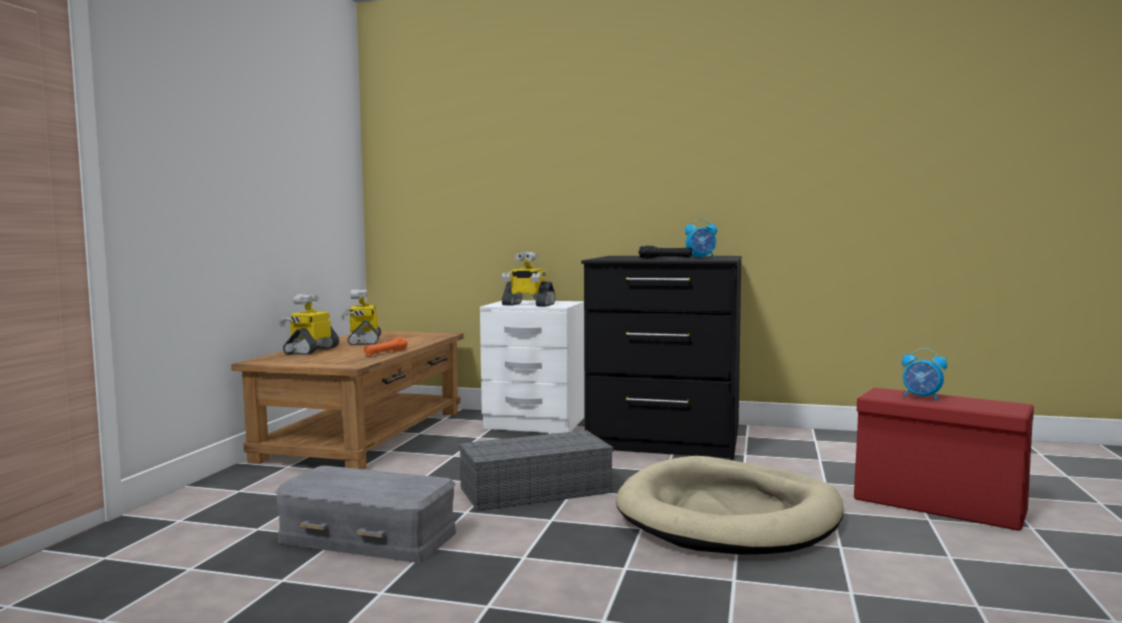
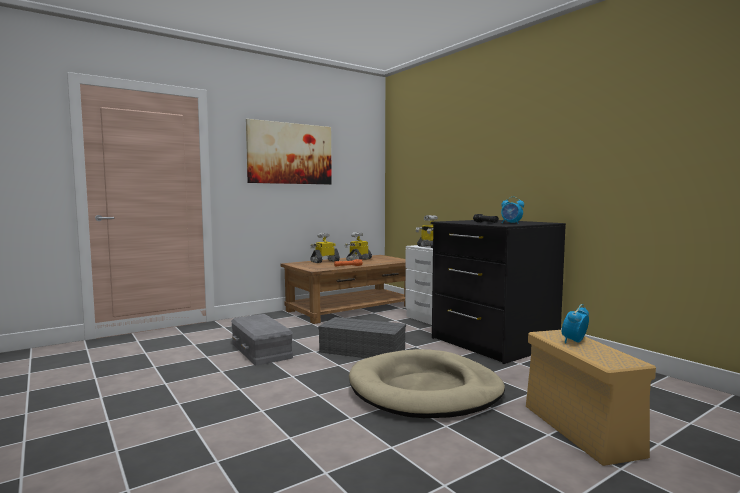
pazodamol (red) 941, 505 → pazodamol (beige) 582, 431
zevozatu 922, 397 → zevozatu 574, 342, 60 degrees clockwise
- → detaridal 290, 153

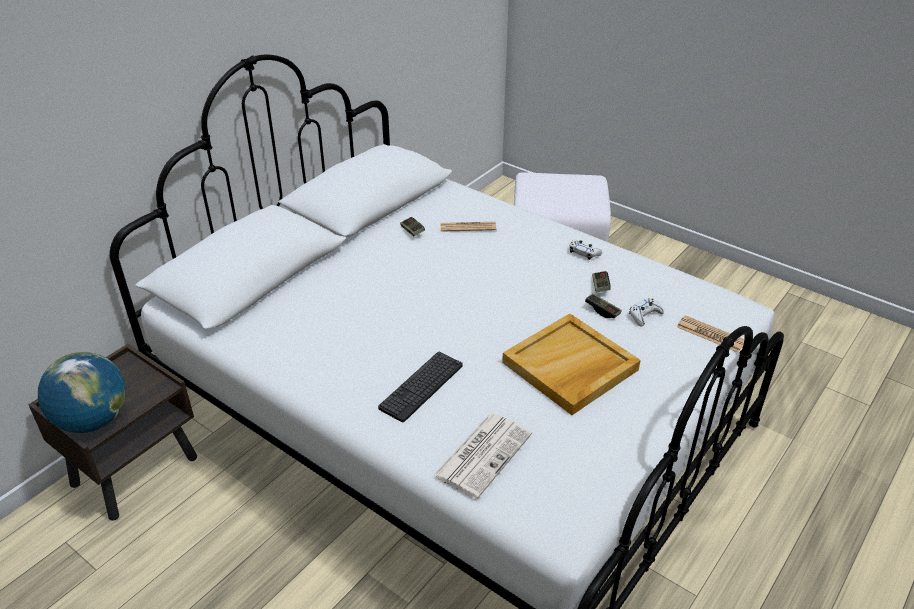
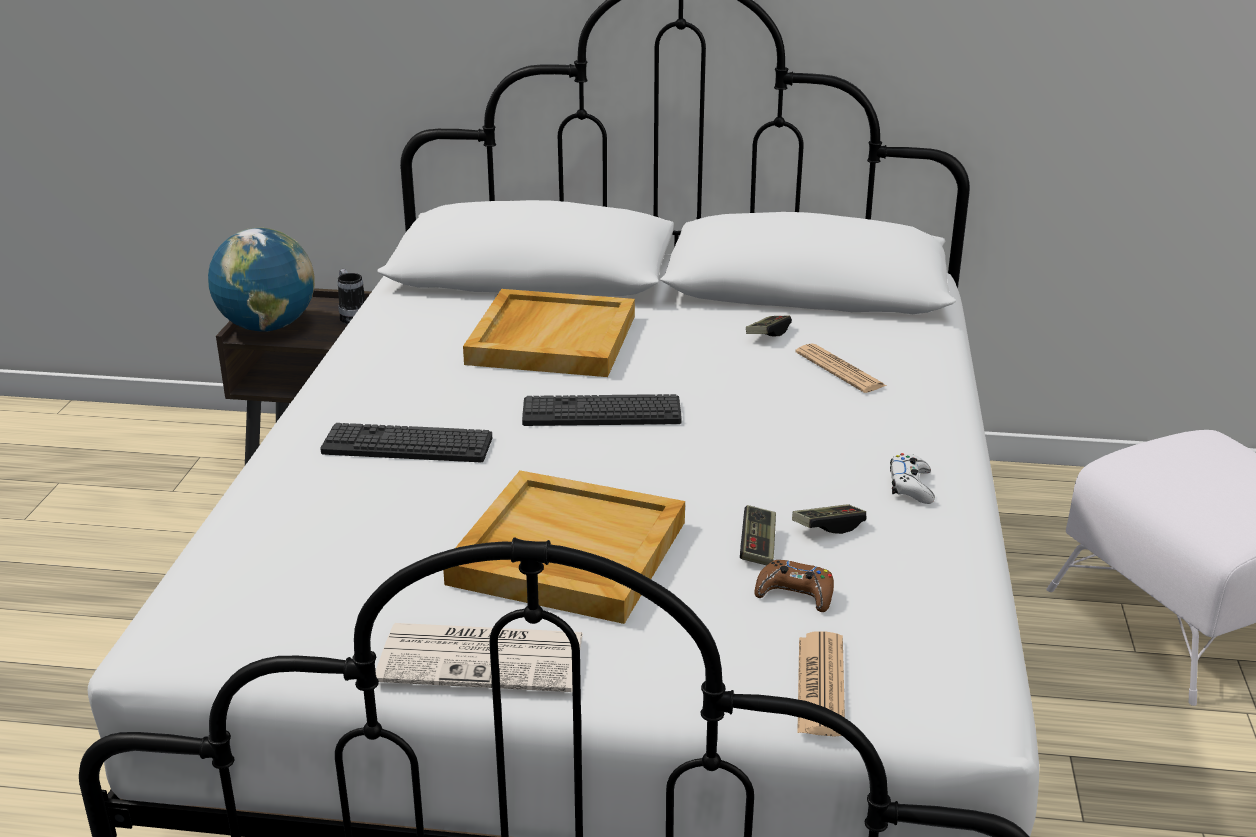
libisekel 483, 454 → libisekel 484, 658, moved
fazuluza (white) 644, 315 → fazuluza (brown) 795, 594
- → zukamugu 352, 317
- → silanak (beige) 551, 339
- → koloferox 601, 413

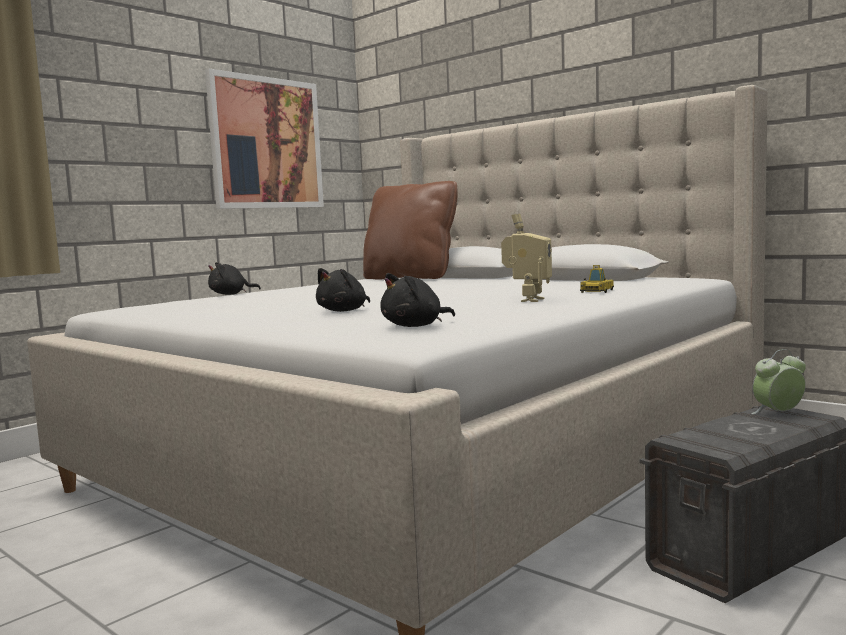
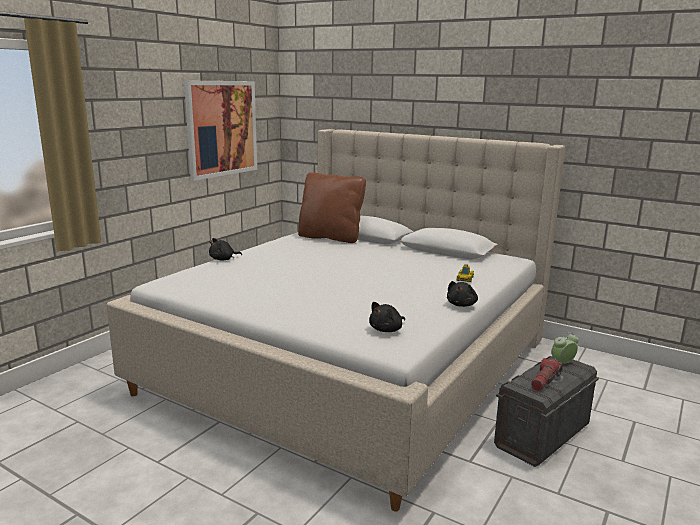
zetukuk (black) 344, 311 → zetukuk (black) 462, 305, moved
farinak 527, 300 → -
- → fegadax 545, 381

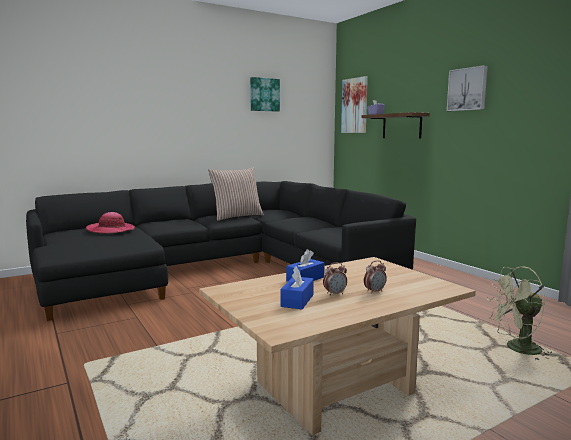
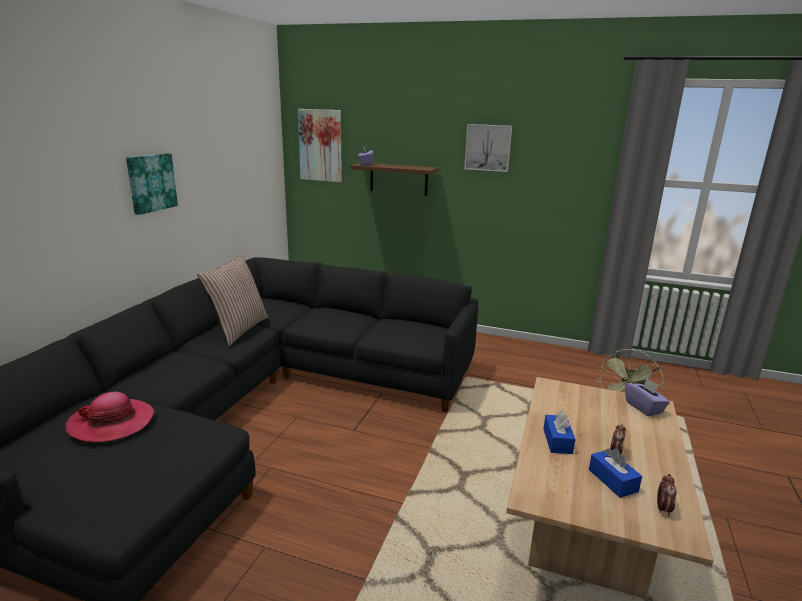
detaridal 264, 94 → detaridal 151, 182, moved
zevozatu 374, 291 → zevozatu 663, 509, moved
- → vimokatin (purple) 644, 407

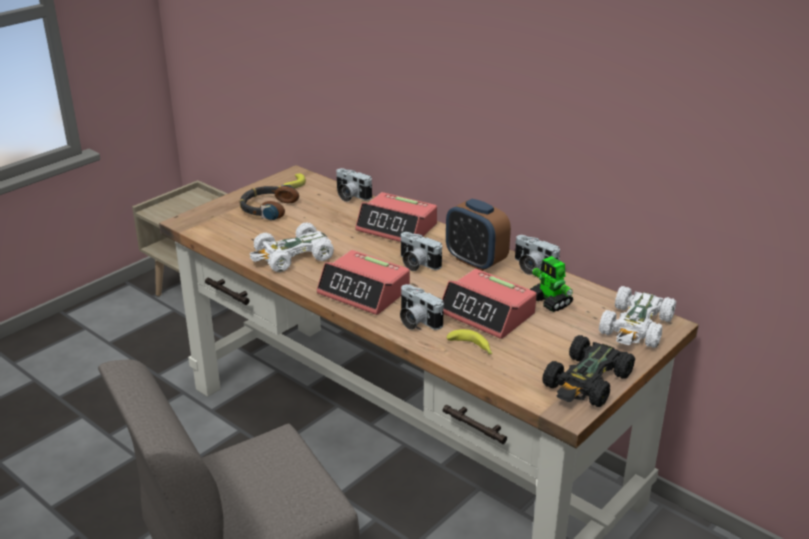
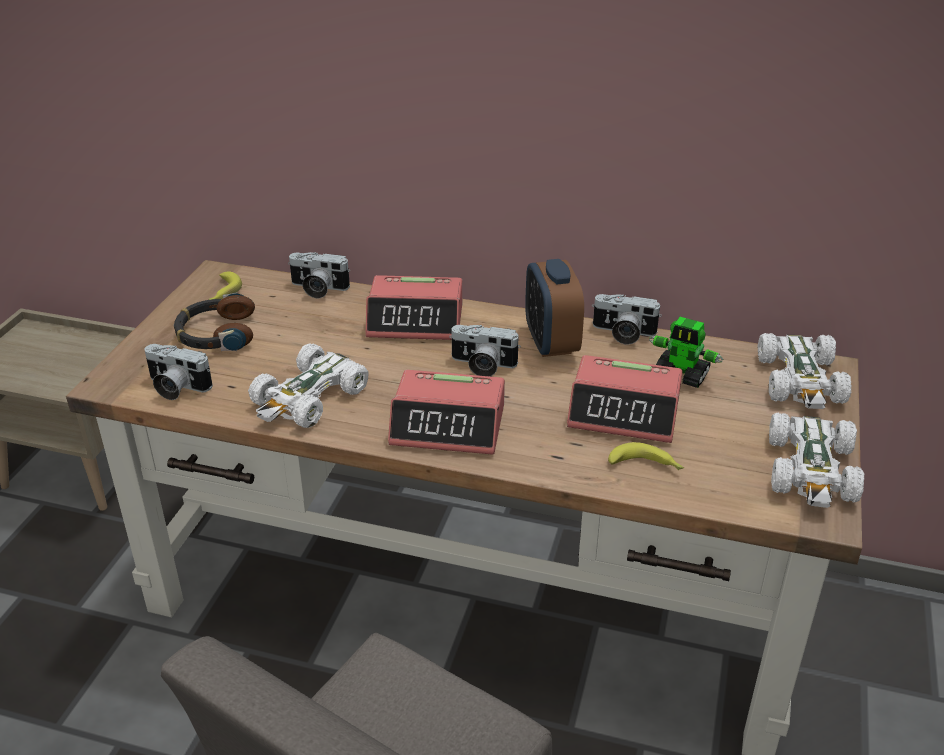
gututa 416, 321 → gututa 175, 387, moved
zevozatu 475, 261 → zevozatu 551, 342, 60 degrees clockwise
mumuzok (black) 587, 381 → mumuzok (white) 812, 471

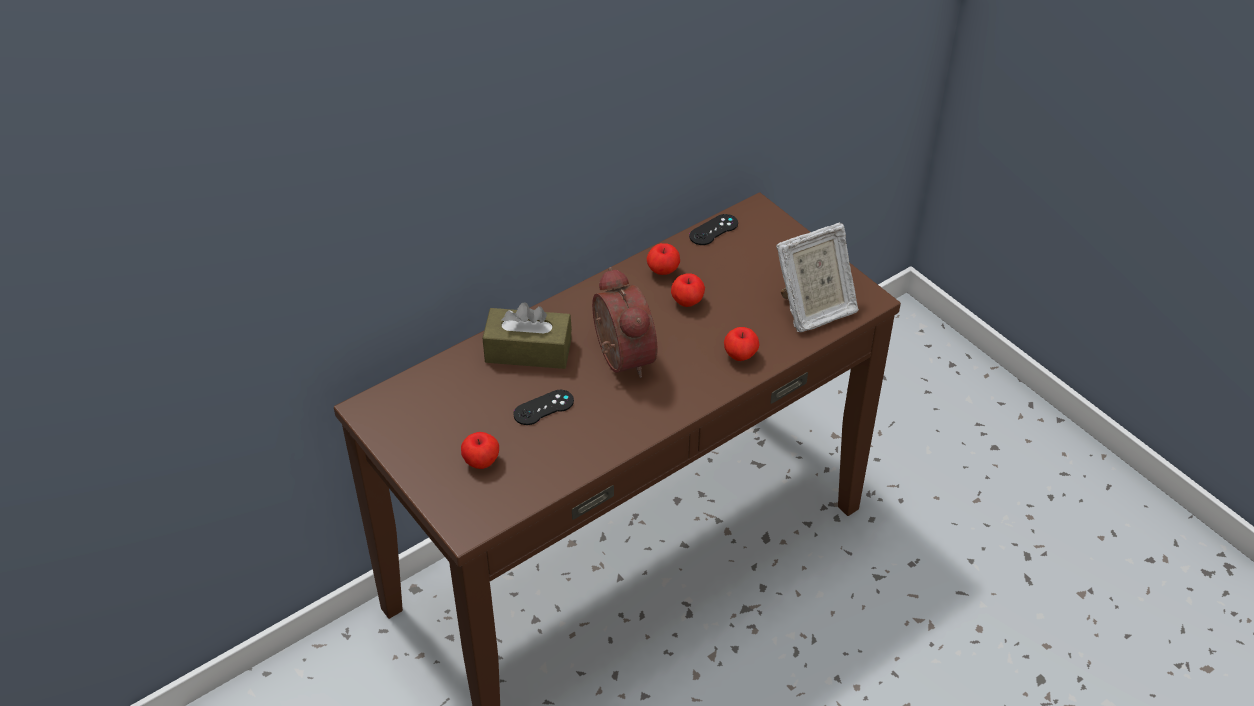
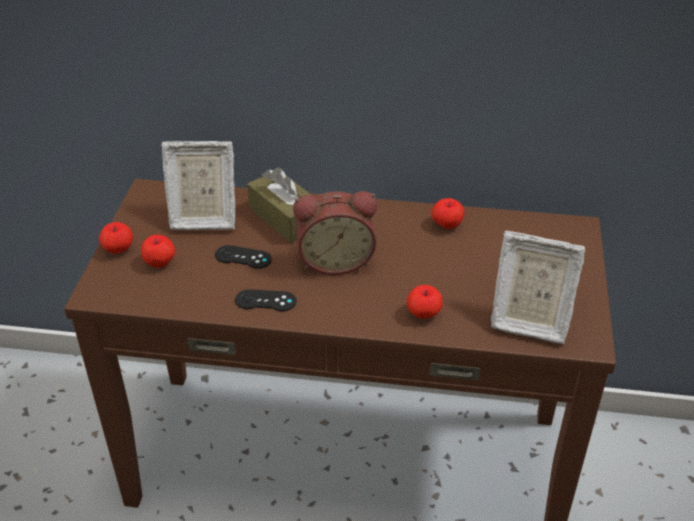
zevozatu 619, 358 → zevozatu 335, 260, 60 degrees clockwise
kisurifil 687, 302 → kisurifil 118, 250, moved
fazuluza (black) 713, 230 → fazuluza (black) 265, 301, moved
- → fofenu 203, 218

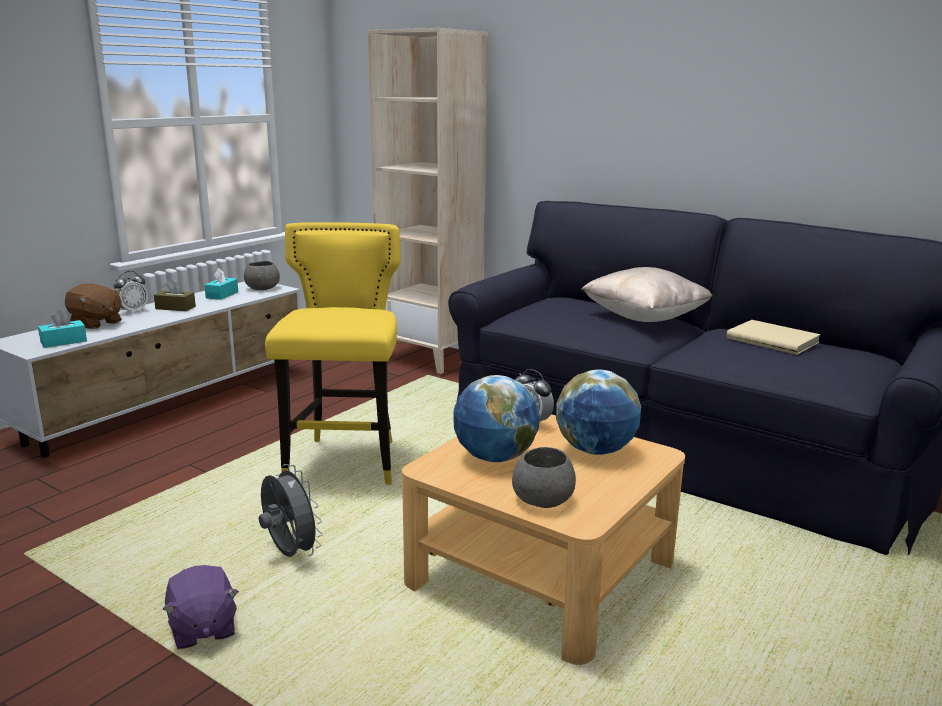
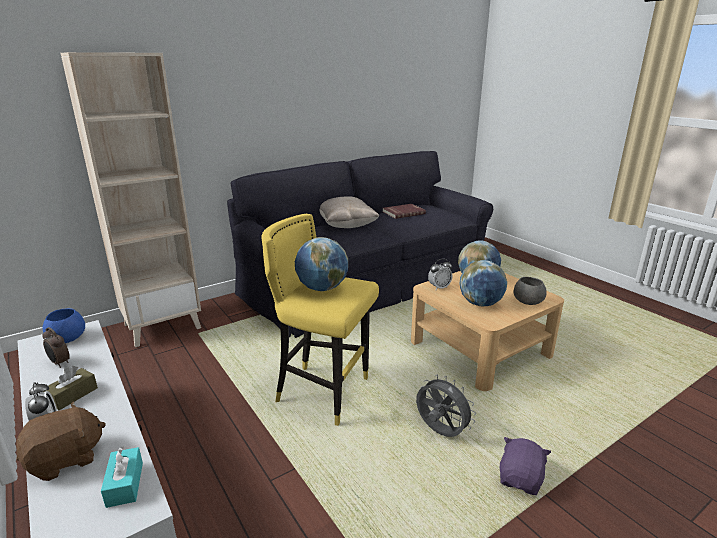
zetukuk (purple) 202, 629 → zetukuk (purple) 521, 479, 60 degrees counterclockwise
vimokatin (turquoise) 222, 295 → zevozatu 59, 363
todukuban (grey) 262, 288 → todukuban (blue) 67, 338
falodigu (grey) 289, 554 → falodigu (grey) 440, 432, 60 degrees clockwise
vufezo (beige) 773, 340 → vufezo (red) 403, 212
- → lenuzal 322, 288

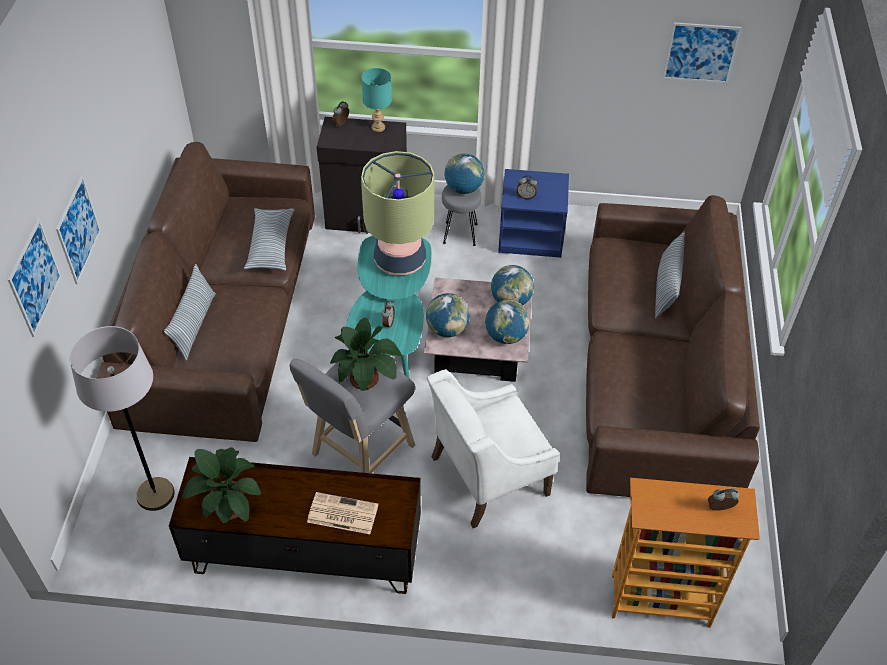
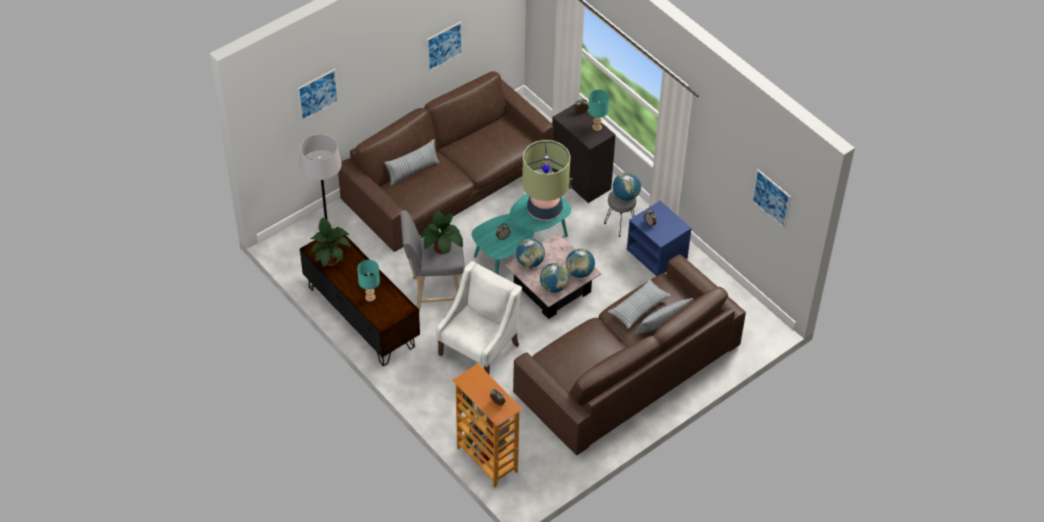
detaridal 78, 229 → detaridal 444, 46, moved
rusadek 271, 245 → rusadek 639, 308, moved
libisekel 341, 514 → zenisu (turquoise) 369, 297
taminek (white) 488, 475 → taminek (white) 479, 349, 105 degrees clockwise

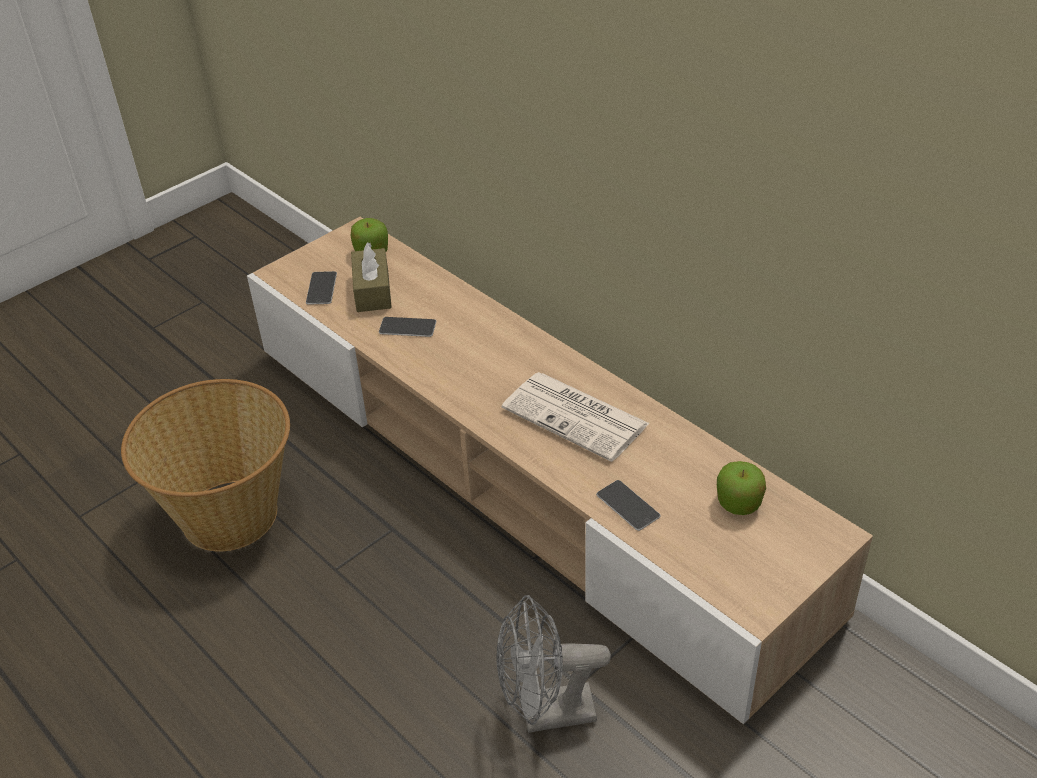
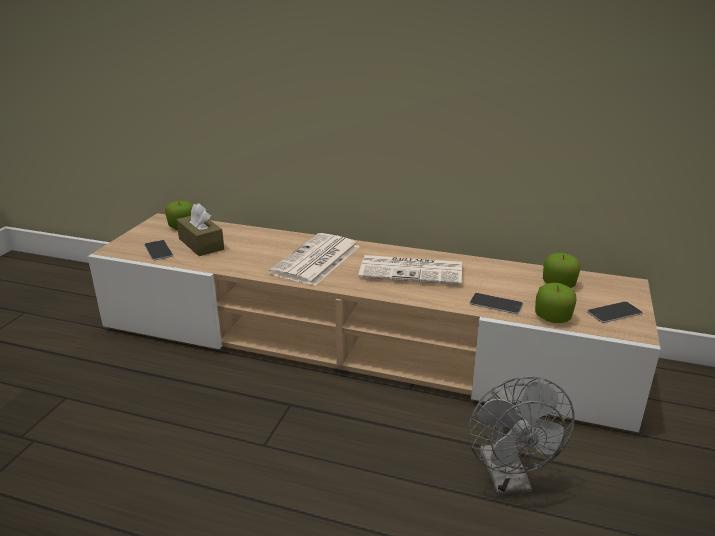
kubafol 229, 513 → -
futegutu 407, 327 → futegutu 614, 312, moved
falodigu (grey) 546, 714 → falodigu (grey) 508, 480, 60 degrees counterclockwise
- → libisekel 316, 260
- → kisurifil 552, 318

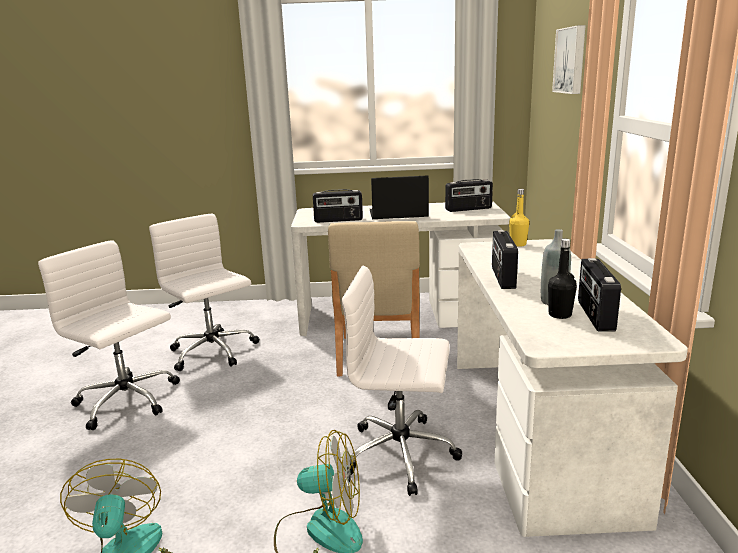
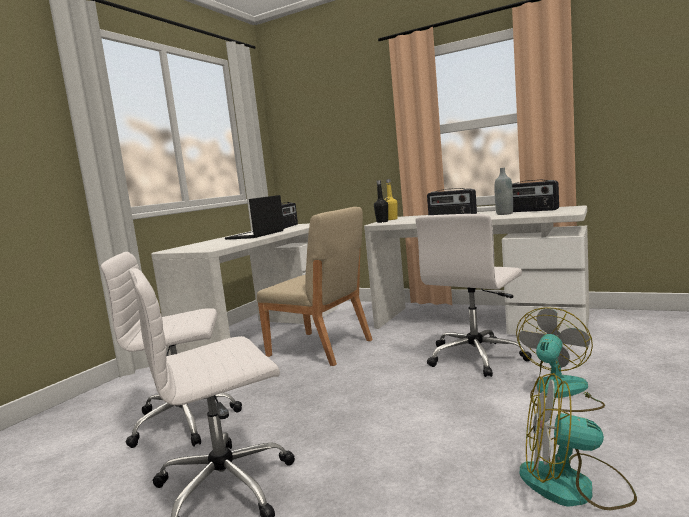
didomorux 338, 220 → -
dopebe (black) 560, 315 → dopebe (black) 382, 222, moved
detaridal 571, 60 → -

